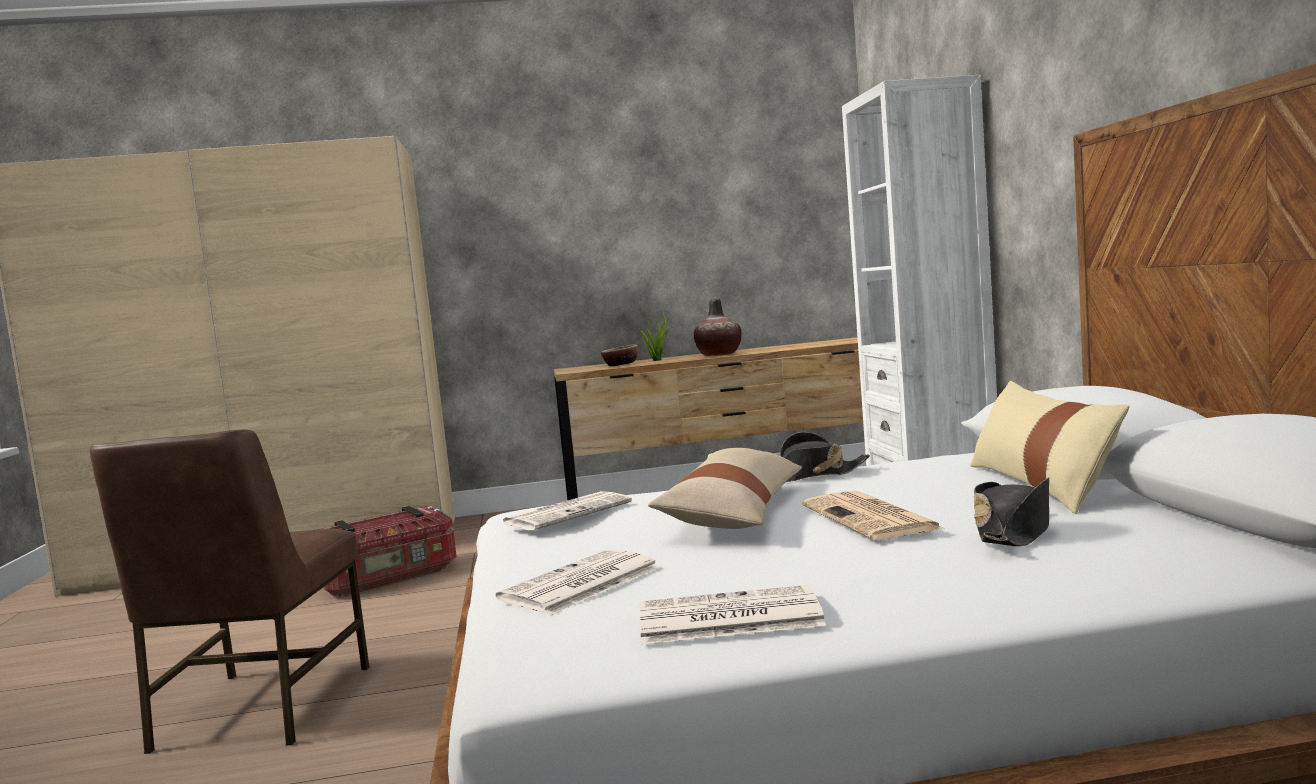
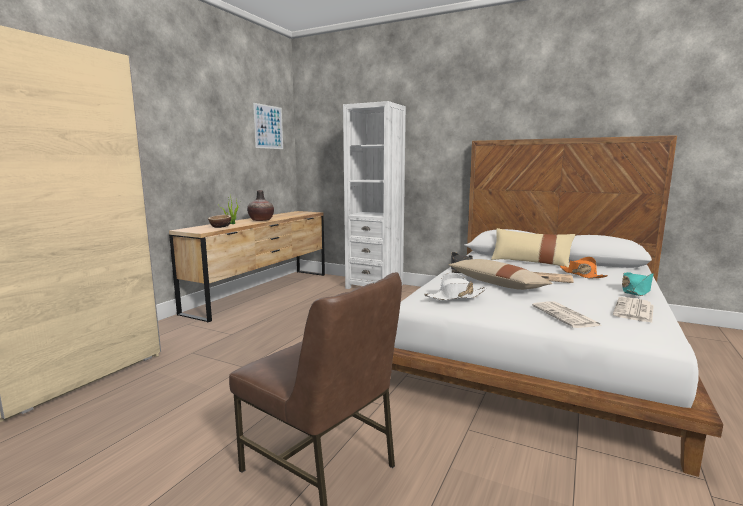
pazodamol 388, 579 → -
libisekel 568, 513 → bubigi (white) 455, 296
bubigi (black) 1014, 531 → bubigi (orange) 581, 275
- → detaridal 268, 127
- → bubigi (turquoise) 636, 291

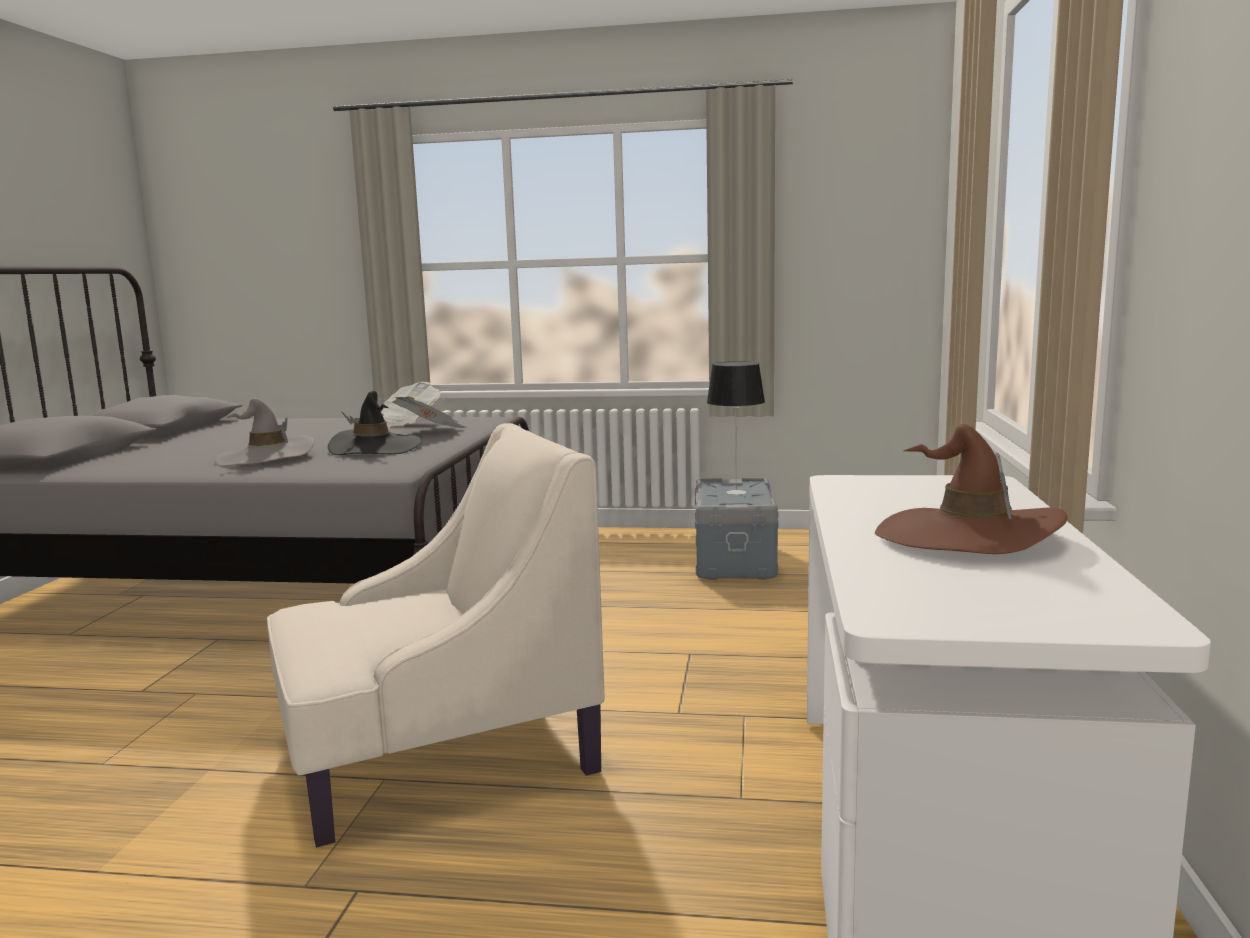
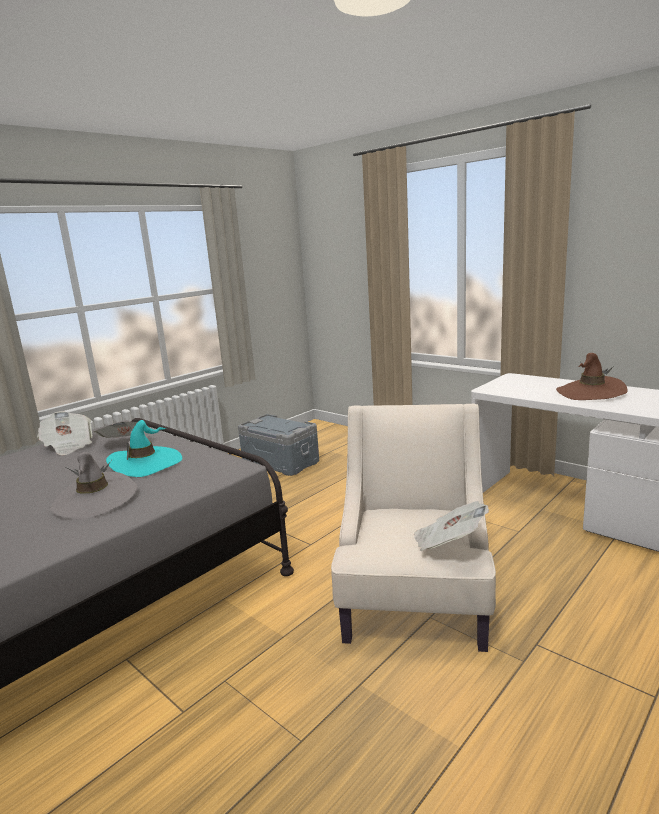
bubigi (black) 375, 448 → bubigi (turquoise) 146, 463
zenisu 736, 492 → -
- → libisekel 448, 543

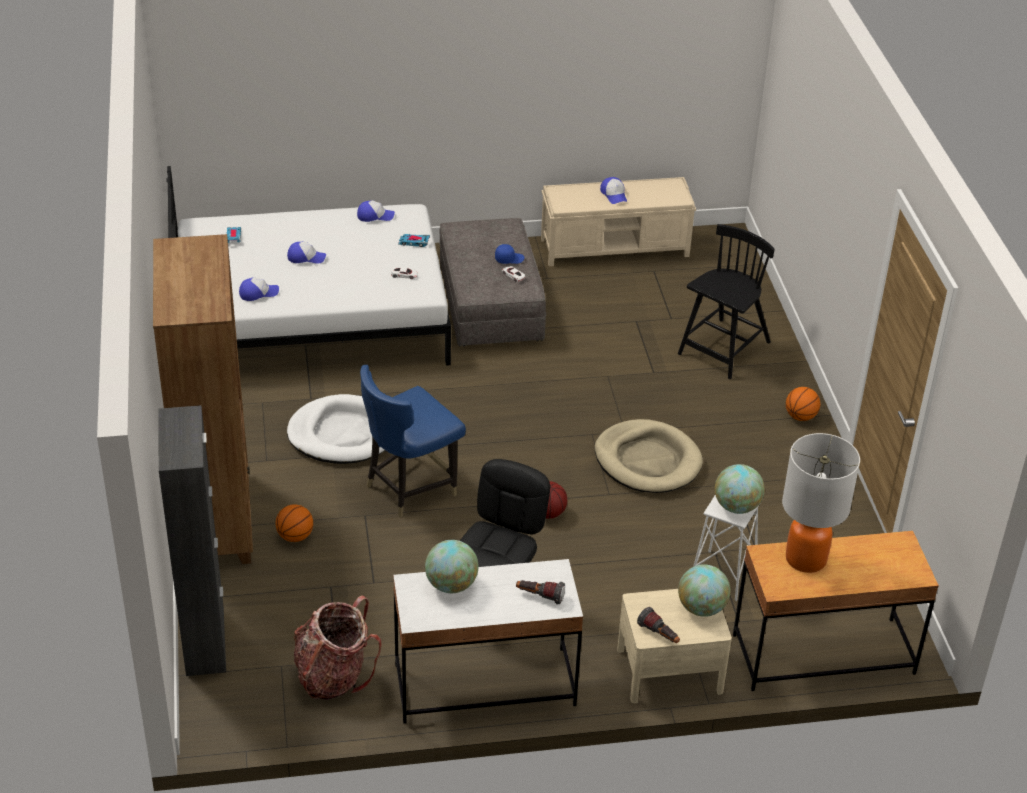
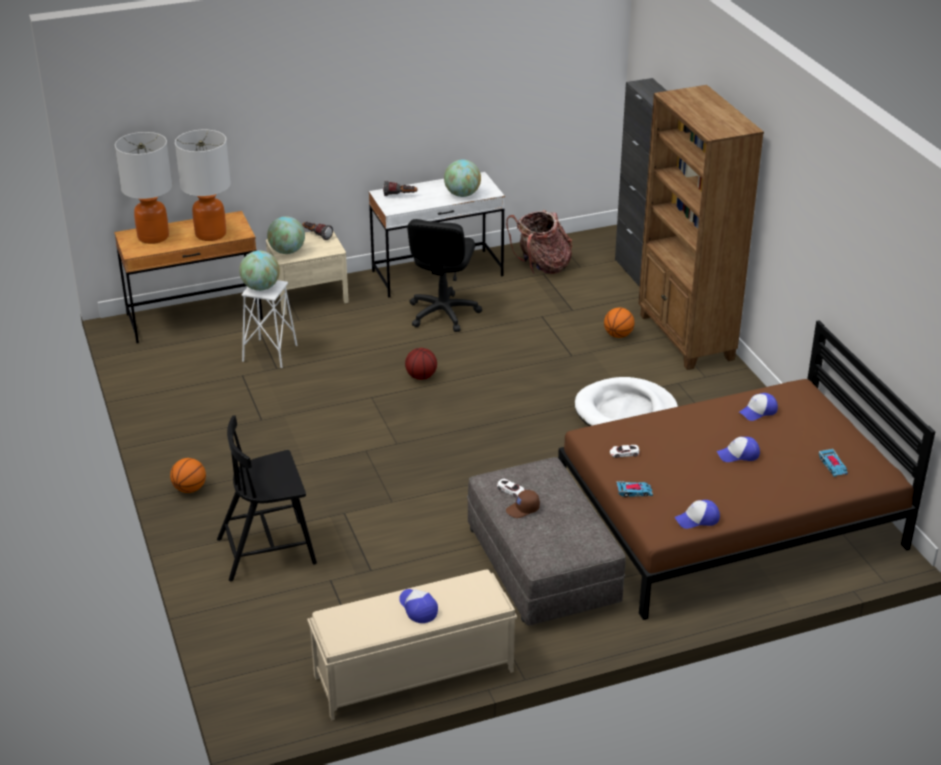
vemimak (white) 310, 317 → vemimak (brown) 729, 519
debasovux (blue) 409, 487 → -
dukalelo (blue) 509, 259 → dukalelo (brown) 523, 509
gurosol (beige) 647, 461 → -
debasovux (black) 723, 349 → debasovux (black) 268, 550, 45 degrees clockwise
- → zenisu 153, 236

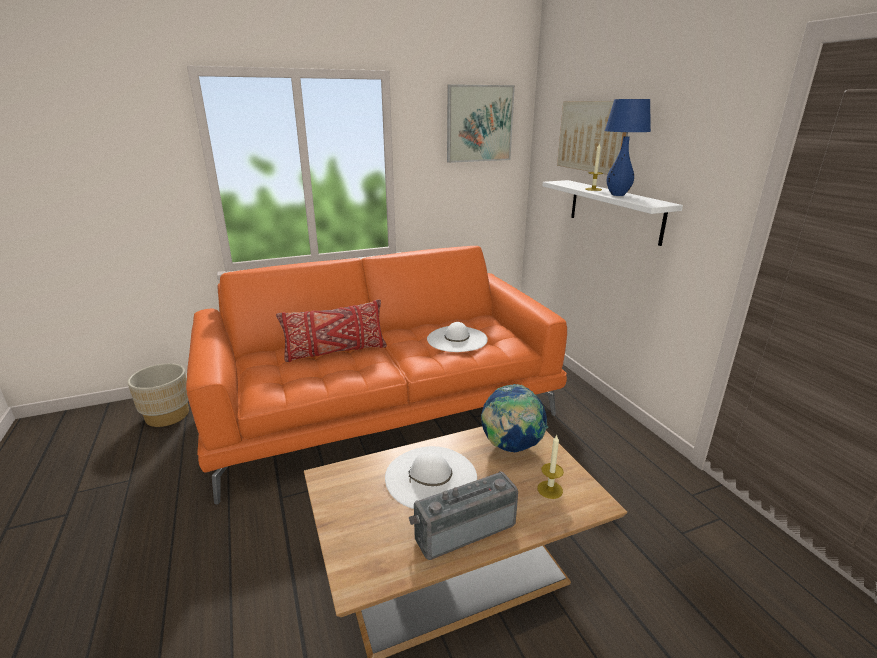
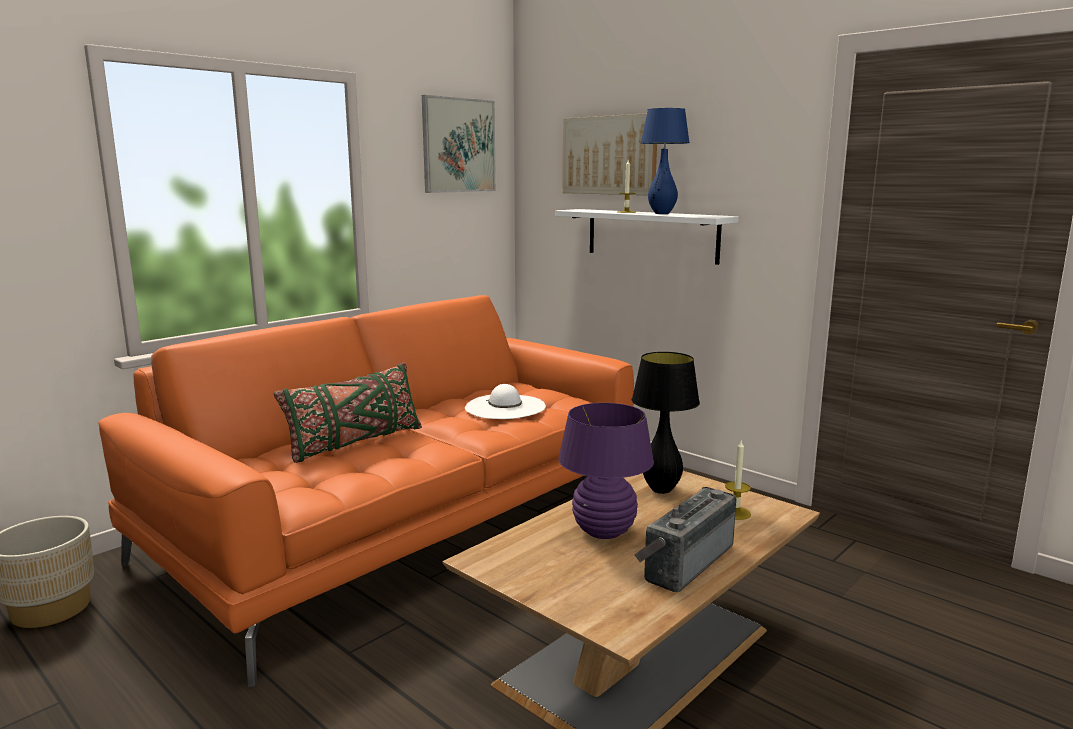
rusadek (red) 335, 351 → rusadek (green) 354, 442
bubigi (white) 431, 477 → zenisu (purple) 604, 531
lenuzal 510, 447 → zenisu (black) 661, 490

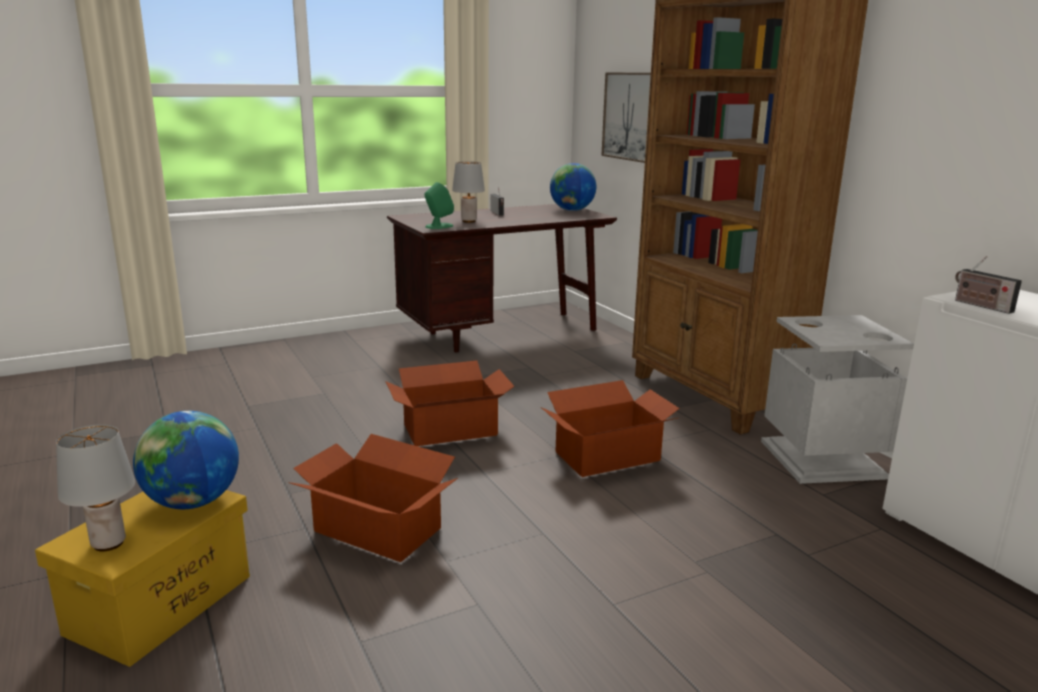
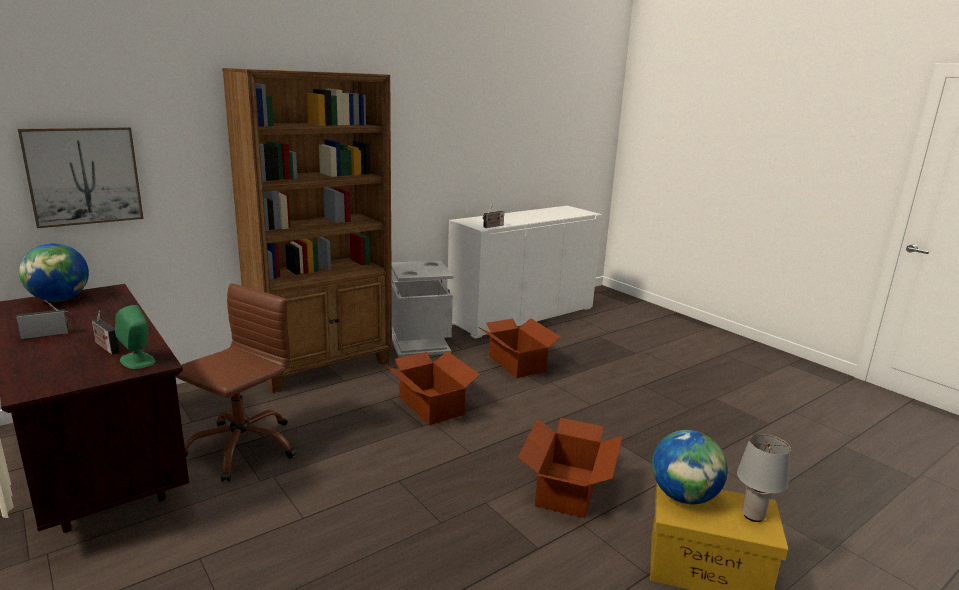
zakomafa 449, 429 → zakomafa 516, 364, moved
zenisu (grey) 468, 221 → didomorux 106, 347
- → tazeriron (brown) 241, 447

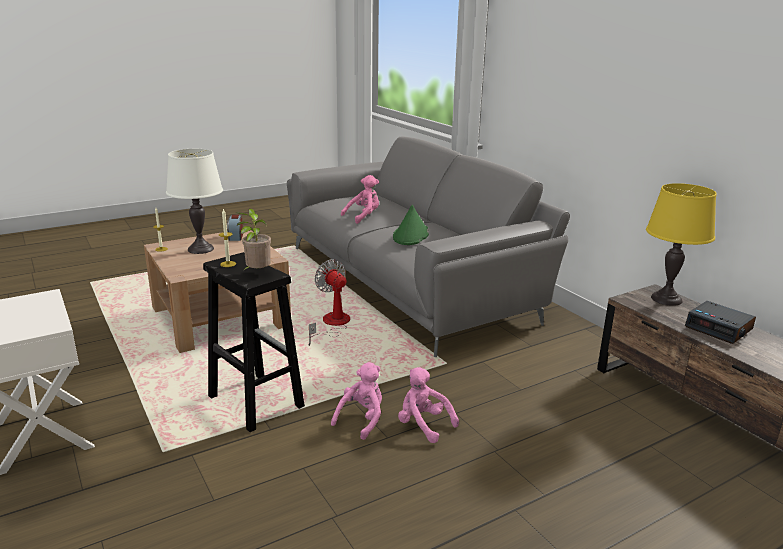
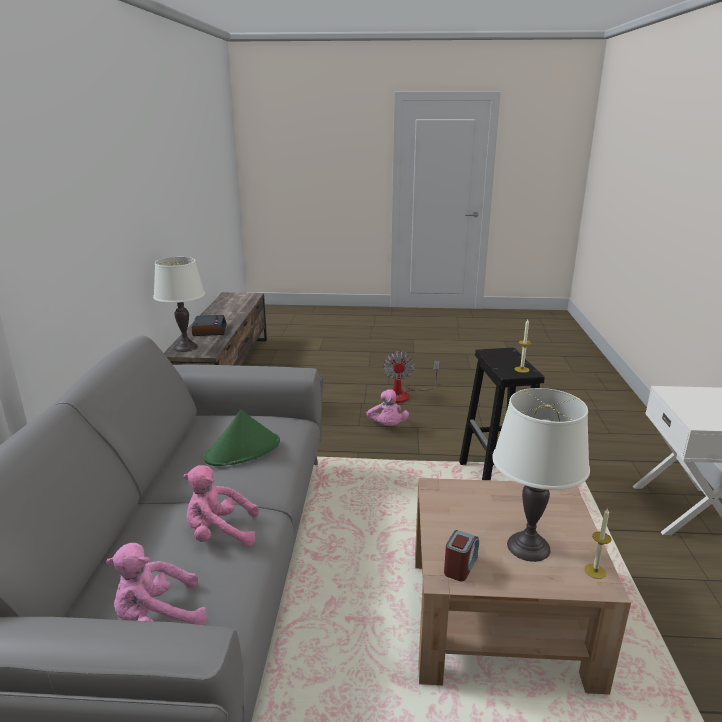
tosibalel 257, 273 → -
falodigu 332, 325 → falodigu 404, 394, moved
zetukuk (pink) 362, 419 → zetukuk (pink) 158, 619, moved
zenisu (yellow) 666, 299 → zenisu (white) 186, 347

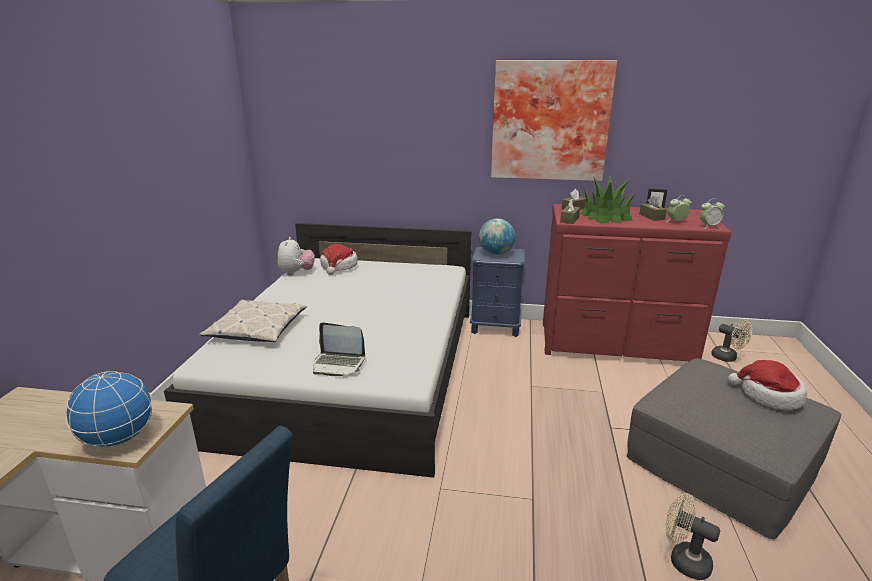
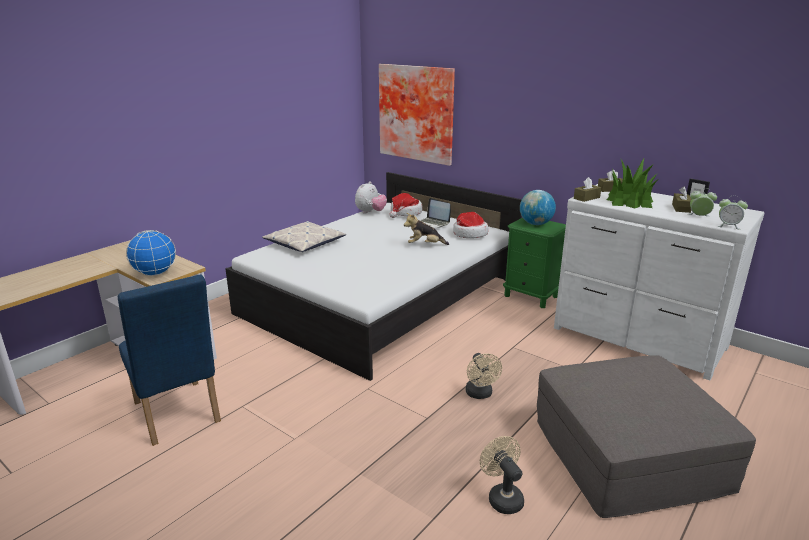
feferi 338, 364 → feferi 433, 224, moved
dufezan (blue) 495, 327 → dufezan (green) 531, 296
detaridal 550, 121 → detaridal 417, 113, moved
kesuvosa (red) 616, 344 → kesuvosa (white) 638, 338
falodigu (beige) 728, 358 → falodigu (beige) 480, 394, moved
bubigi 768, 395 → bubigi 469, 234, moved
- → zetukuk 425, 245

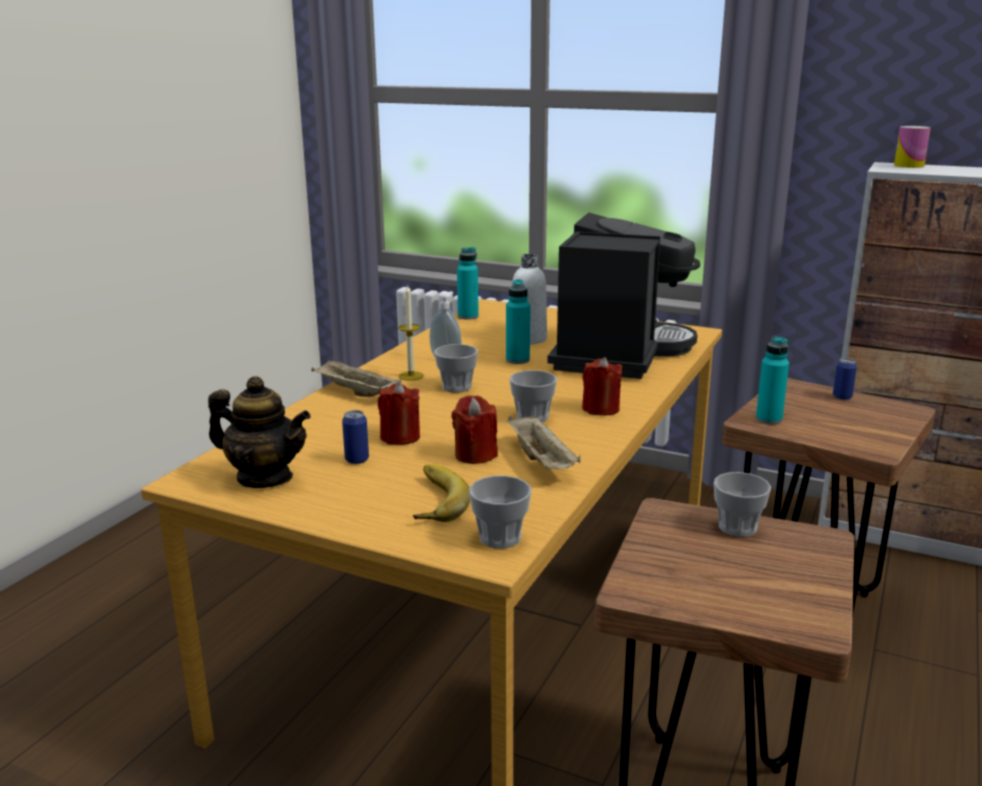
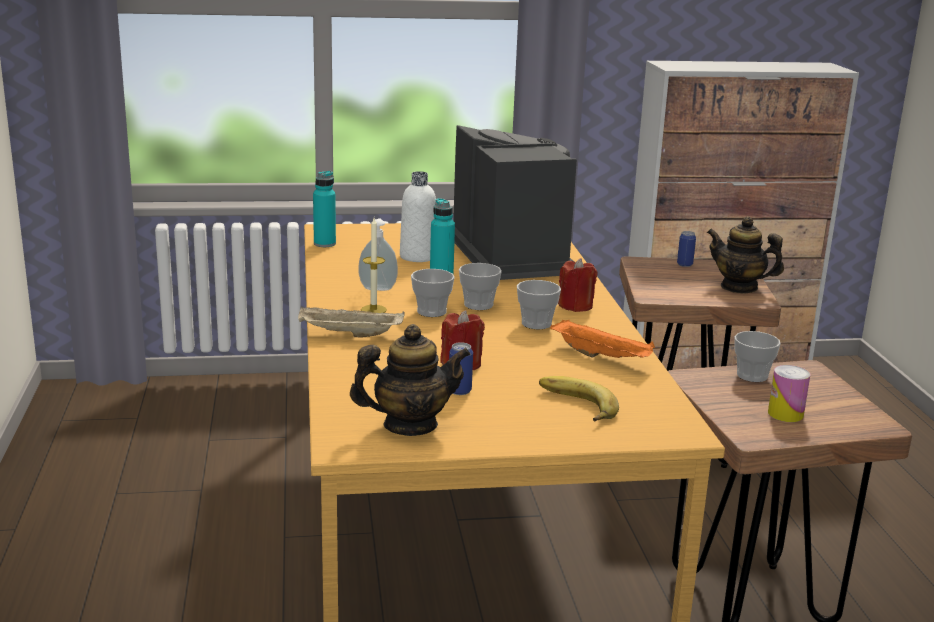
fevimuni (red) 475, 455 → -
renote 500, 538 → renote 478, 305, moved
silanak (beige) 542, 461 → silanak (orange) 602, 356
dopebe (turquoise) 768, 419 → -
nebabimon 909, 165 → nebabimon 785, 414, moved
- → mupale 739, 287

